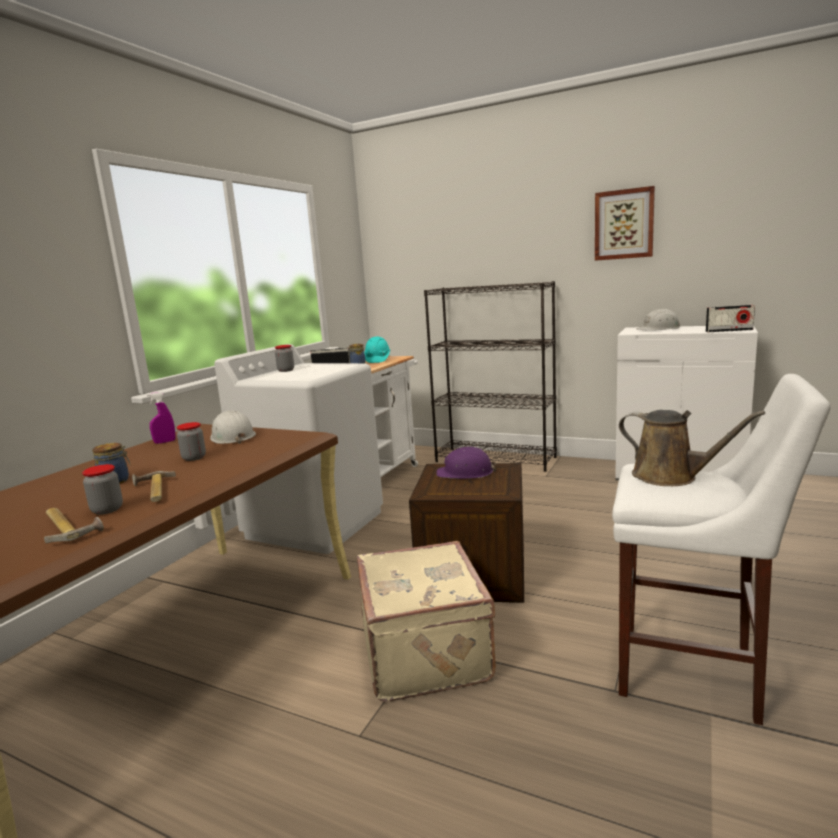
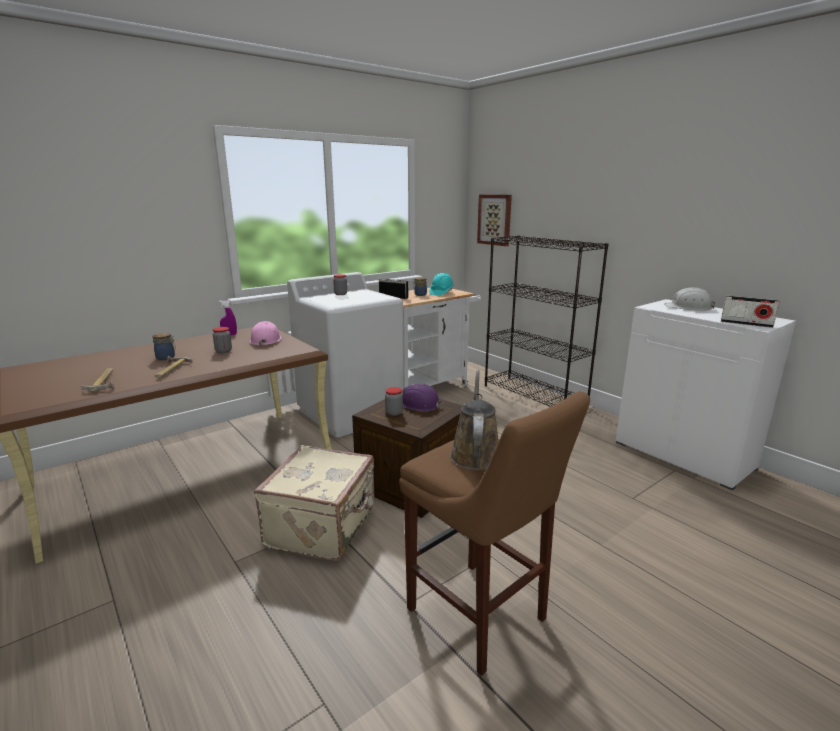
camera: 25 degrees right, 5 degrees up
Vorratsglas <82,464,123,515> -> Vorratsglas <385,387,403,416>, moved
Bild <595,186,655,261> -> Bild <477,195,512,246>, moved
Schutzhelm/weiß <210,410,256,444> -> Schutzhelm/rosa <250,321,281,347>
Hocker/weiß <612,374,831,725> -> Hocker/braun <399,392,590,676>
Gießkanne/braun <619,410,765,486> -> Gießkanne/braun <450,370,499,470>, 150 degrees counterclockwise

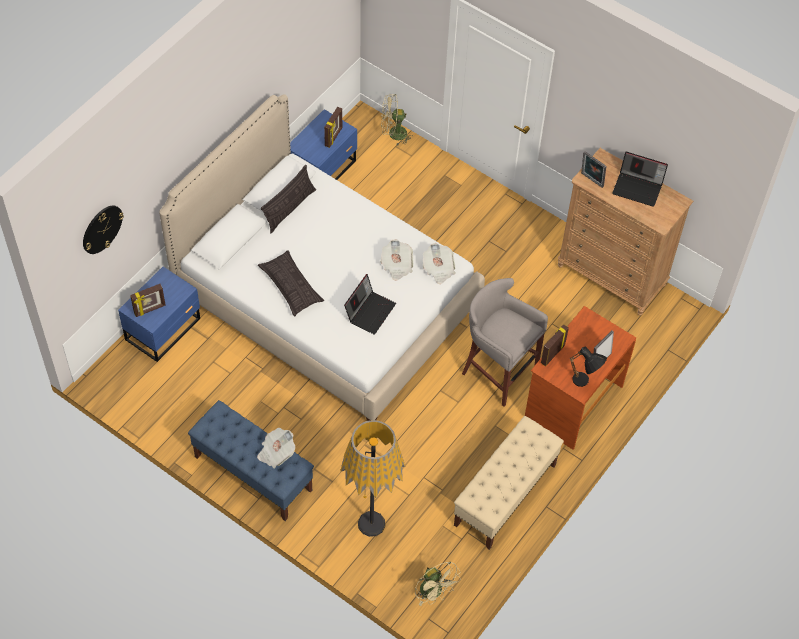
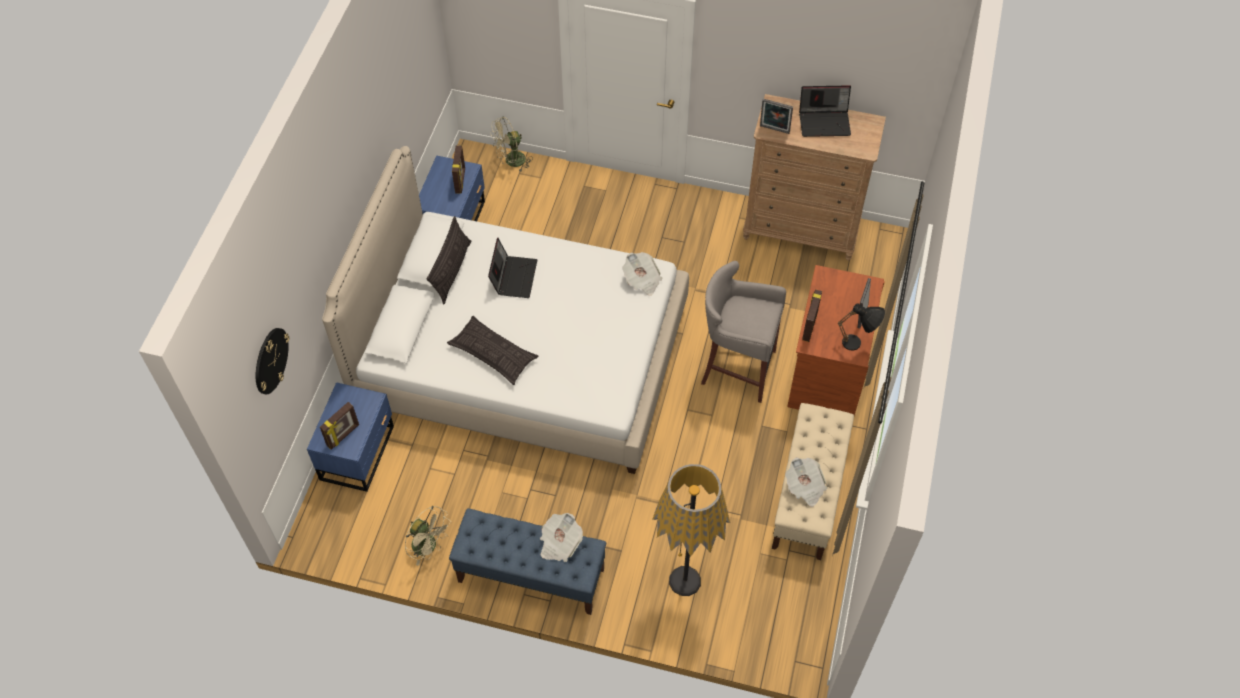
camera: 20 degrees left, 0 degrees up
Laptop <344,274,396,334> -> Laptop <488,238,537,298>, moved
Zeitung <380,239,413,281> -> Zeitung <785,457,827,507>, moved
Ventilator/beige <415,561,461,606> -> Ventilator/beige <405,506,450,566>, moved

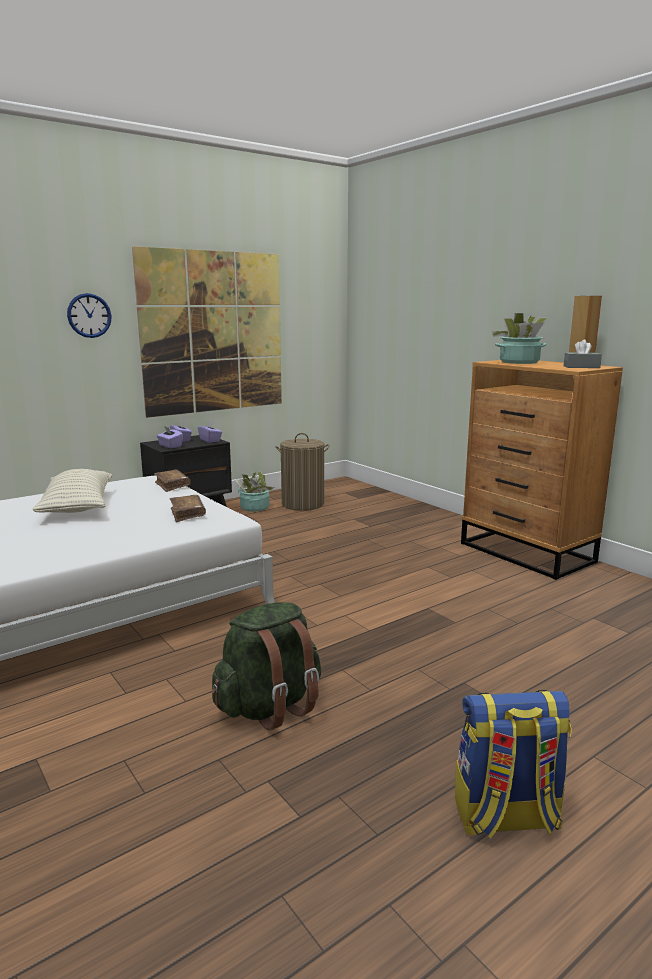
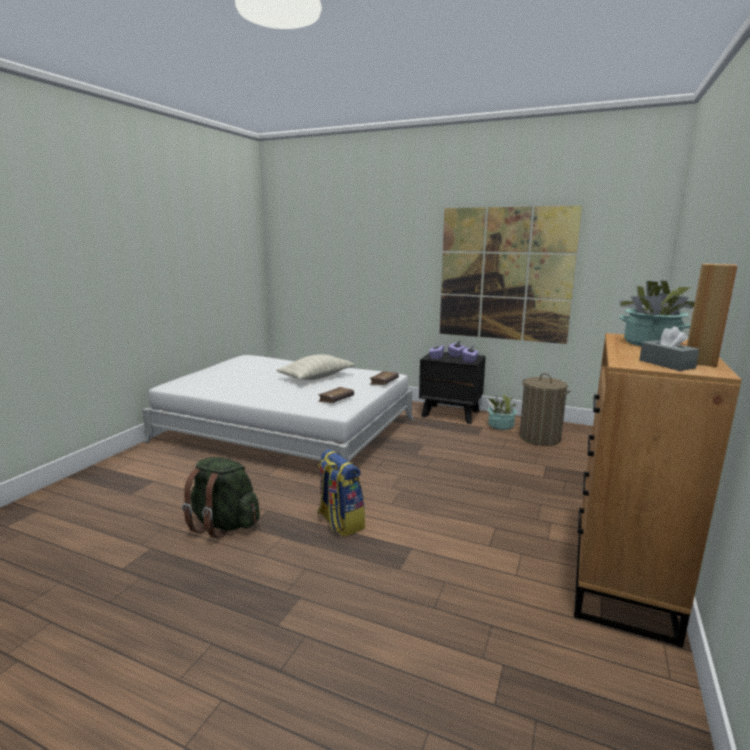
camera: 60 degrees right, 0 degrees up
Wanduhr <67,293,112,338> -> none
Rucksack <455,690,572,838> -> Rucksack <317,449,365,537>, moved

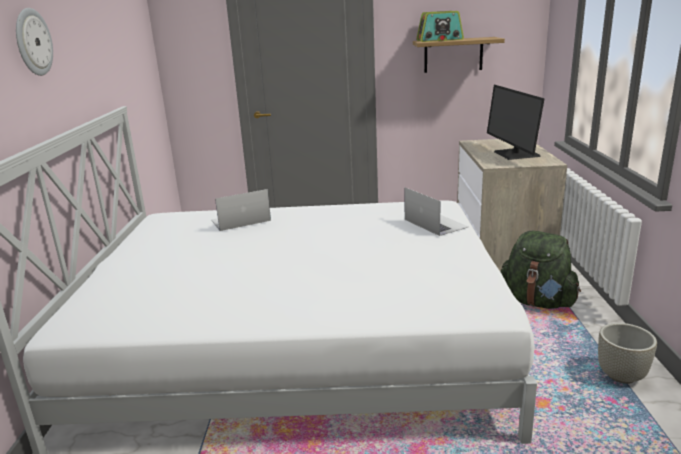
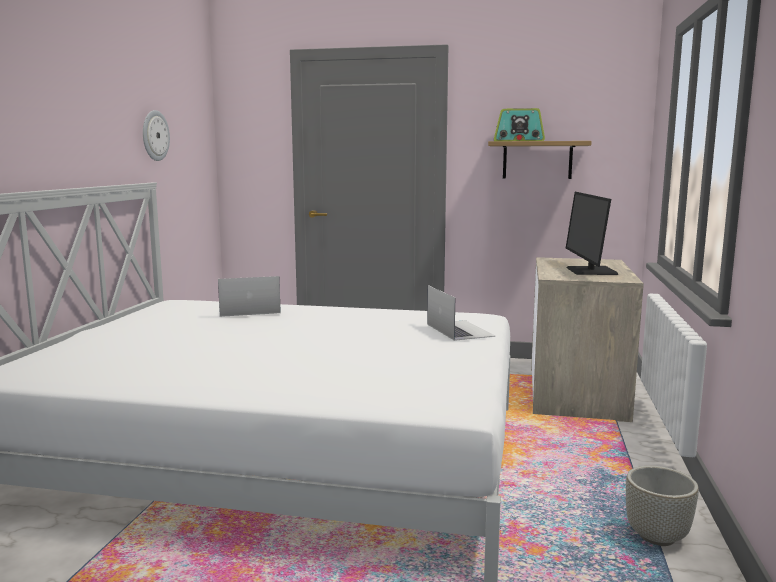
camera: 10 degrees right, 10 degrees down
Rucksack/grün <501,231,581,309> -> none
Wanduhr <16,8,53,76> -> Wanduhr <143,110,170,161>, moved

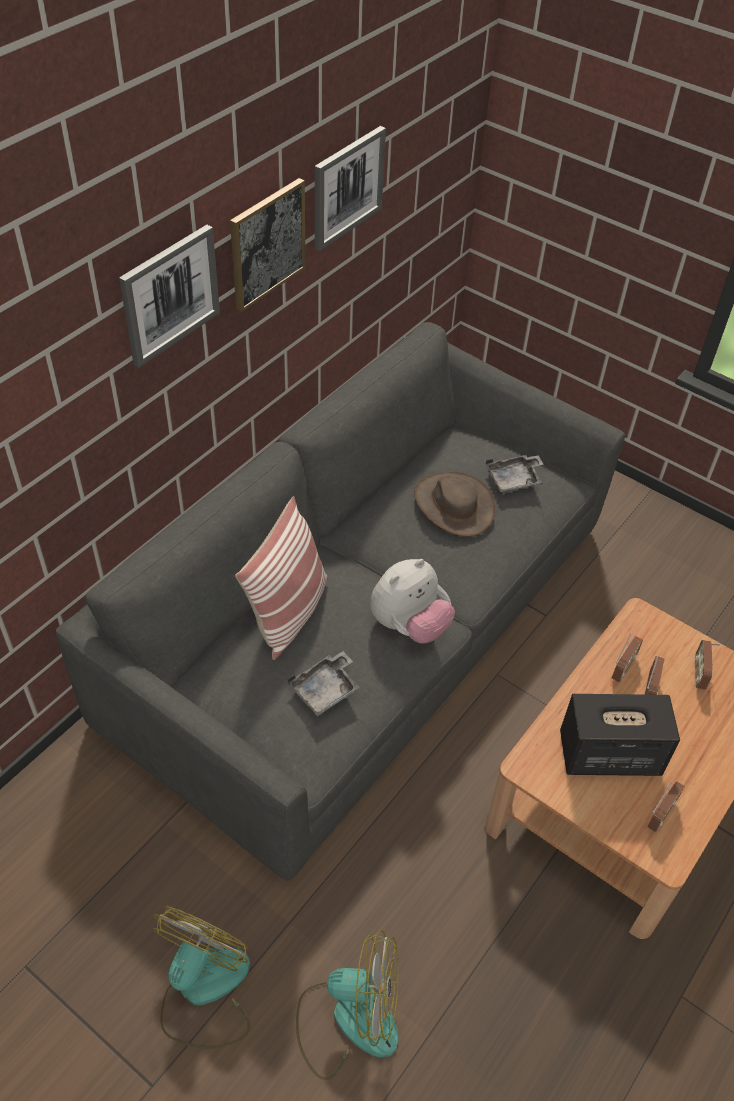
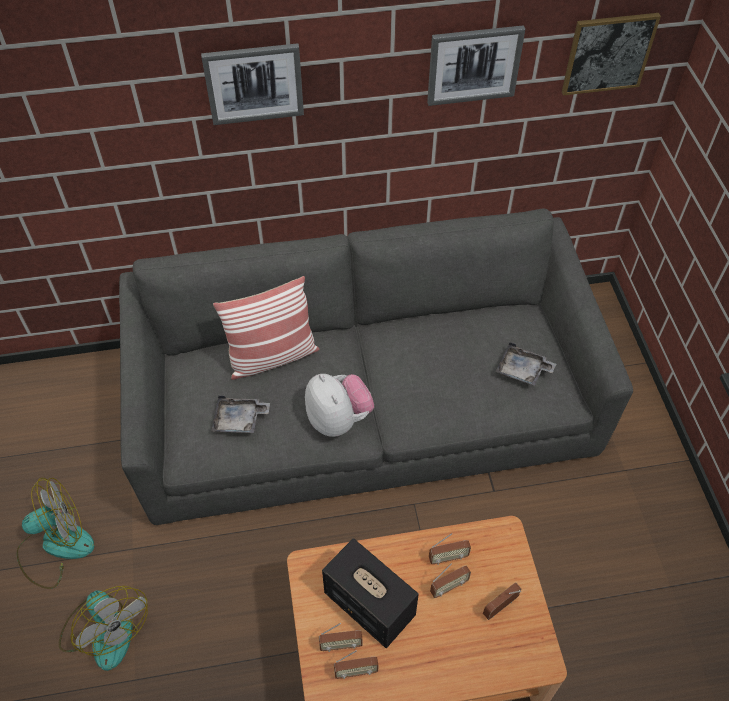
camera: 45 degrees right, 5 degrees up
Hut/braun <414,472,495,537> -> none
none -> Radio <319,623,363,652>
Bild <230,178,306,312> -> Bild <562,13,661,95>, moved
Plüschtier <370,559,455,643> -> Plüschtier <305,374,374,437>, 120 degrees counterclockwise

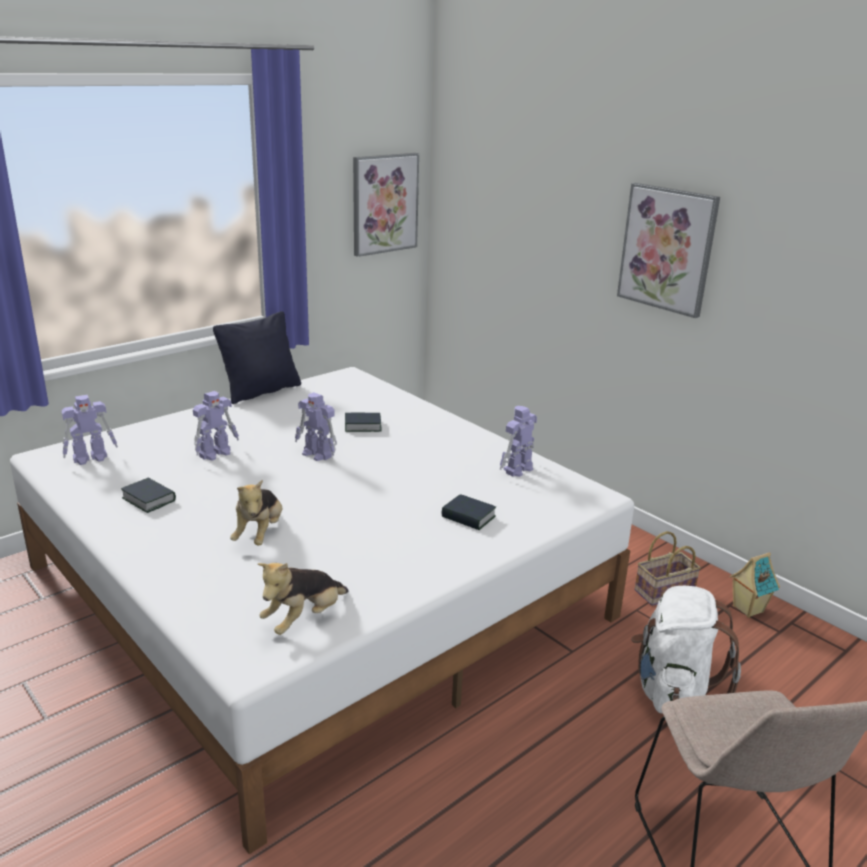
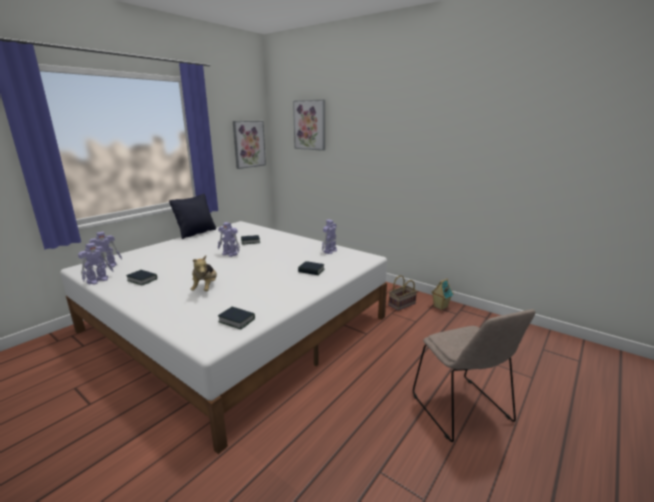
camera: 10 degrees left, 5 degrees down
Rucksack/weiß <631,586,741,714> -> none
Spielzeugroboter <193,391,239,461> -> Spielzeugroboter <78,243,114,285>, moved
Bild <617,183,720,318> -> Bild <293,100,325,151>, moved
Plüschtier <258,563,349,635> -> Buch <218,307,255,329>

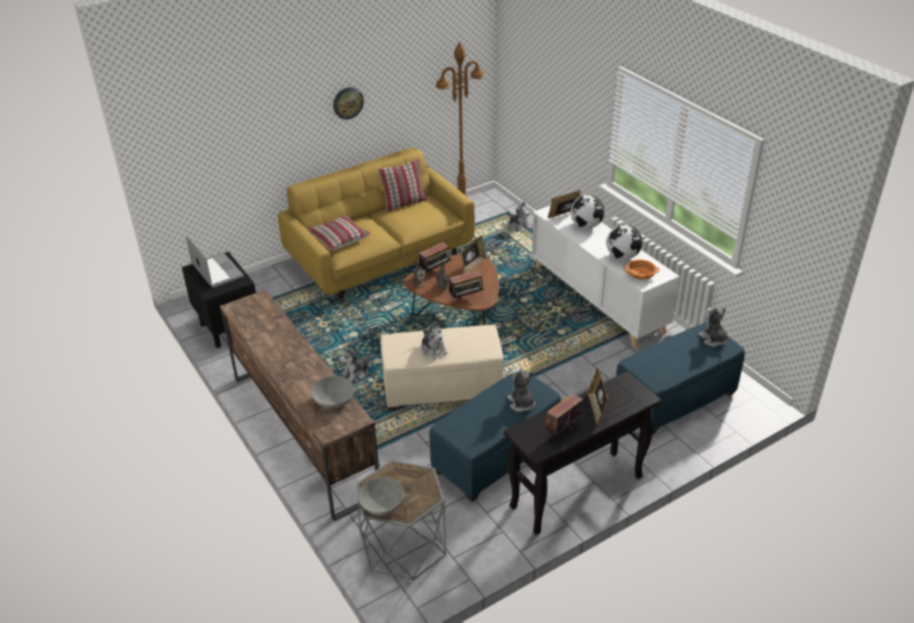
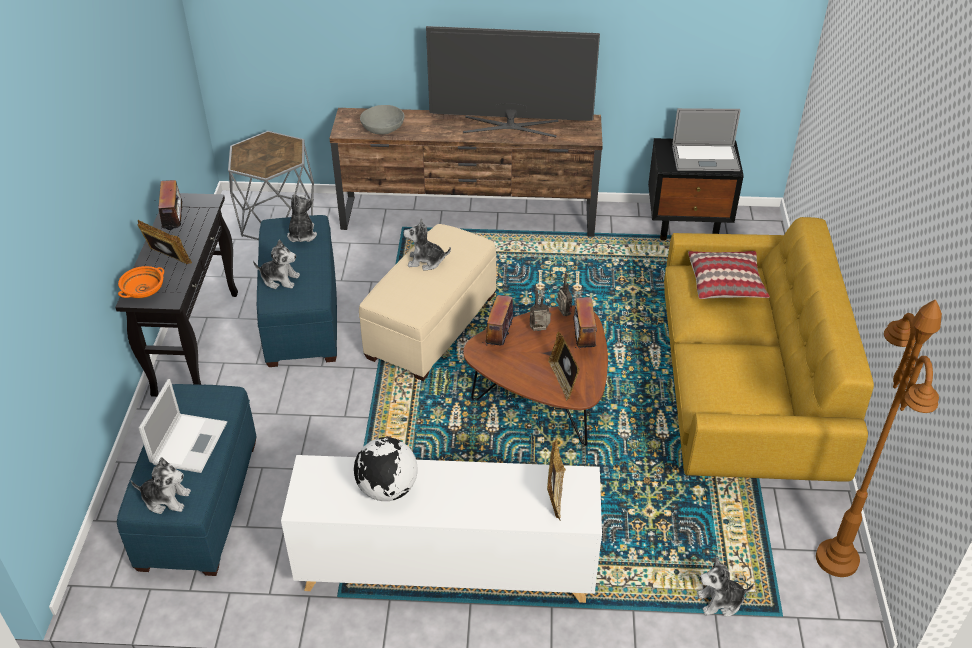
camera: 125 degrees right, 5 degrees up
Wanduhr <333,87,364,120> -> none
Schüssel/grau <358,477,404,516> -> none
Kissen <378,158,427,212> -> none
Globus <571,195,604,229> -> none
none -> Laptop <139,379,227,473>
none -> Fernseher <426,26,600,137>
Plüschtier <339,345,370,381> -> Plüschtier <287,194,317,242>, moved
Schüssel/orange <623,260,660,280> -> Schüssel/orange <118,266,164,298>, moved

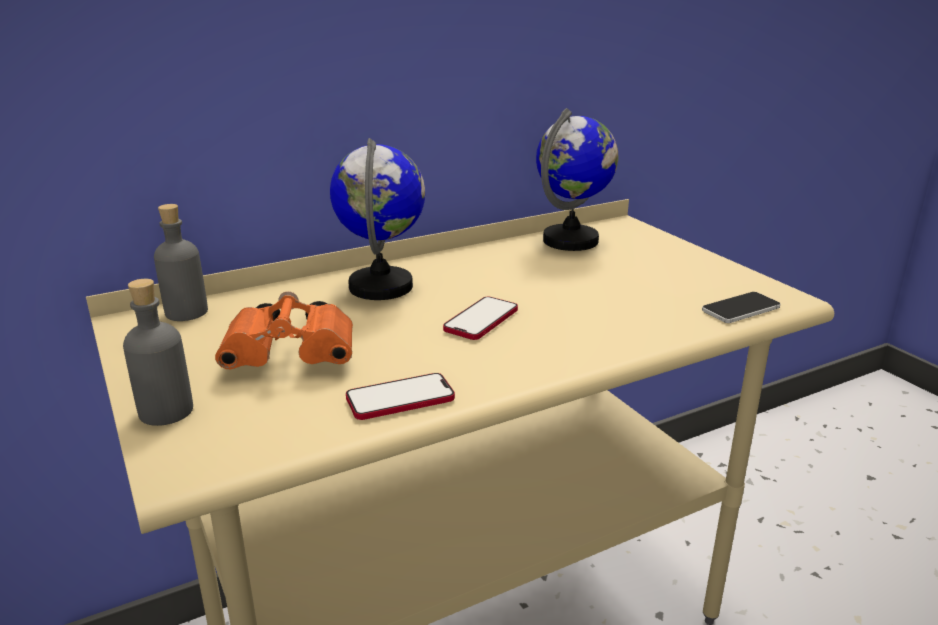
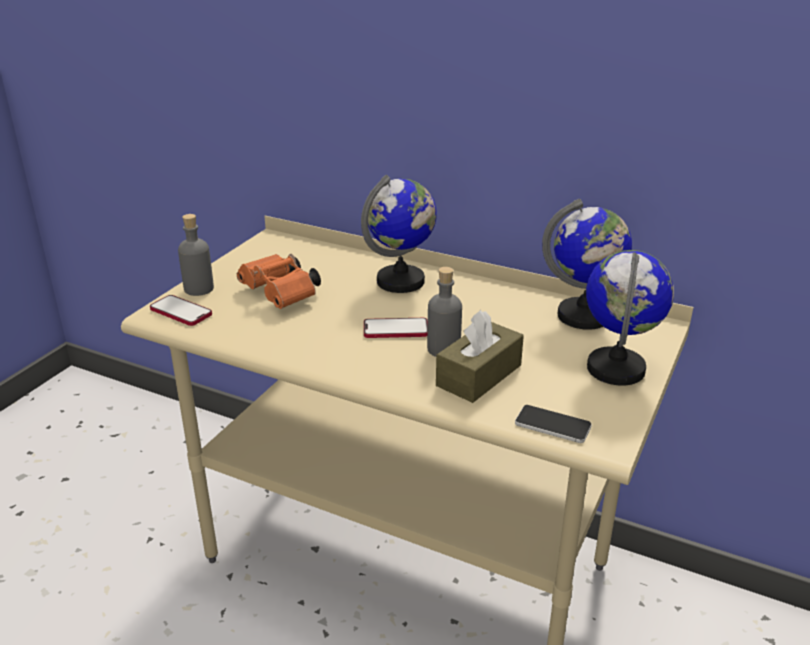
camera: 55 degrees right, 5 degrees up
none -> Taschentuchbox/braun <436,310,524,403>
none -> Globus <586,250,674,385>
Flasche/grau <154,204,208,321> -> Flasche/grau <427,267,462,357>, moved
Handy <346,373,455,420> -> Handy <150,295,212,326>, moved

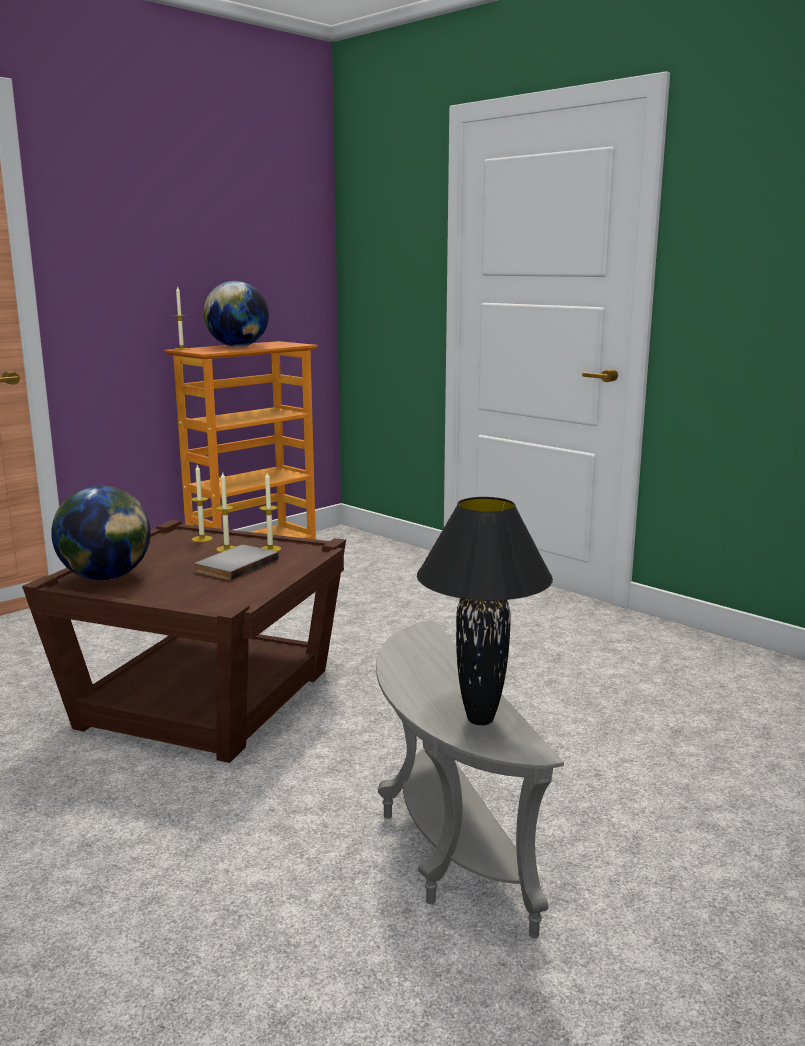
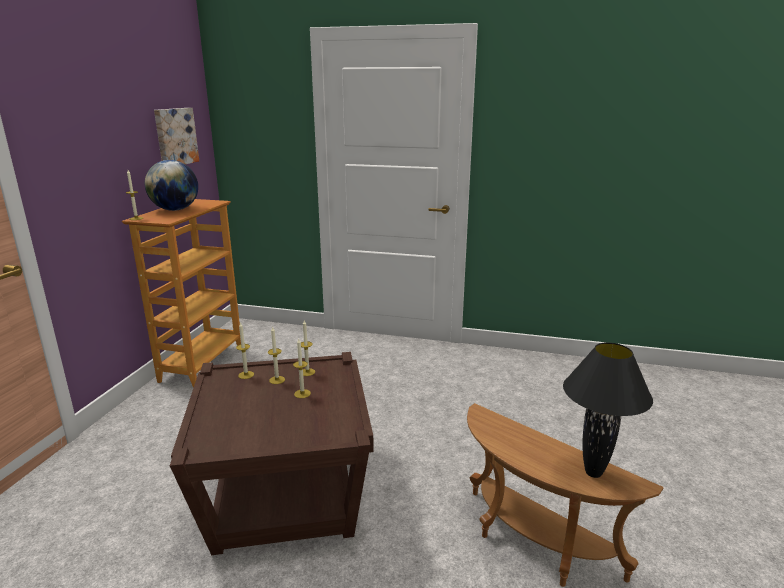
camera: 30 degrees left, 5 degrees up
Globus <51,486,151,580> -> none
none -> Bild <154,108,199,164>
Buch/grau <195,545,279,580> -> Kerze <293,339,311,398>
Beistelltisch/grau <376,620,564,938> -> Beistelltisch/braun <467,403,664,587>

